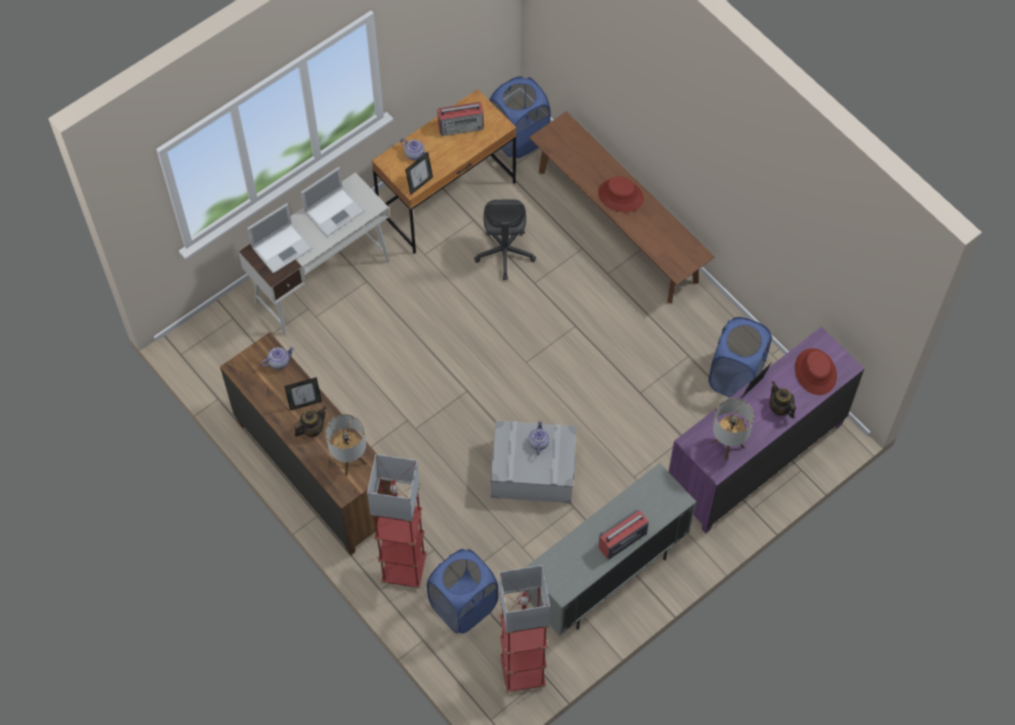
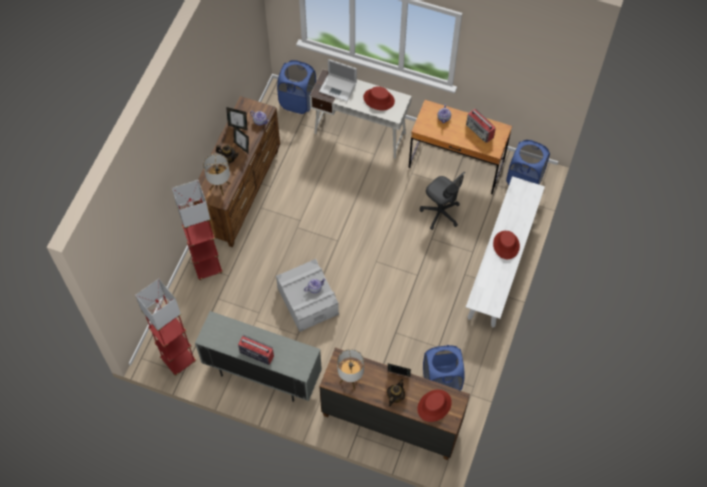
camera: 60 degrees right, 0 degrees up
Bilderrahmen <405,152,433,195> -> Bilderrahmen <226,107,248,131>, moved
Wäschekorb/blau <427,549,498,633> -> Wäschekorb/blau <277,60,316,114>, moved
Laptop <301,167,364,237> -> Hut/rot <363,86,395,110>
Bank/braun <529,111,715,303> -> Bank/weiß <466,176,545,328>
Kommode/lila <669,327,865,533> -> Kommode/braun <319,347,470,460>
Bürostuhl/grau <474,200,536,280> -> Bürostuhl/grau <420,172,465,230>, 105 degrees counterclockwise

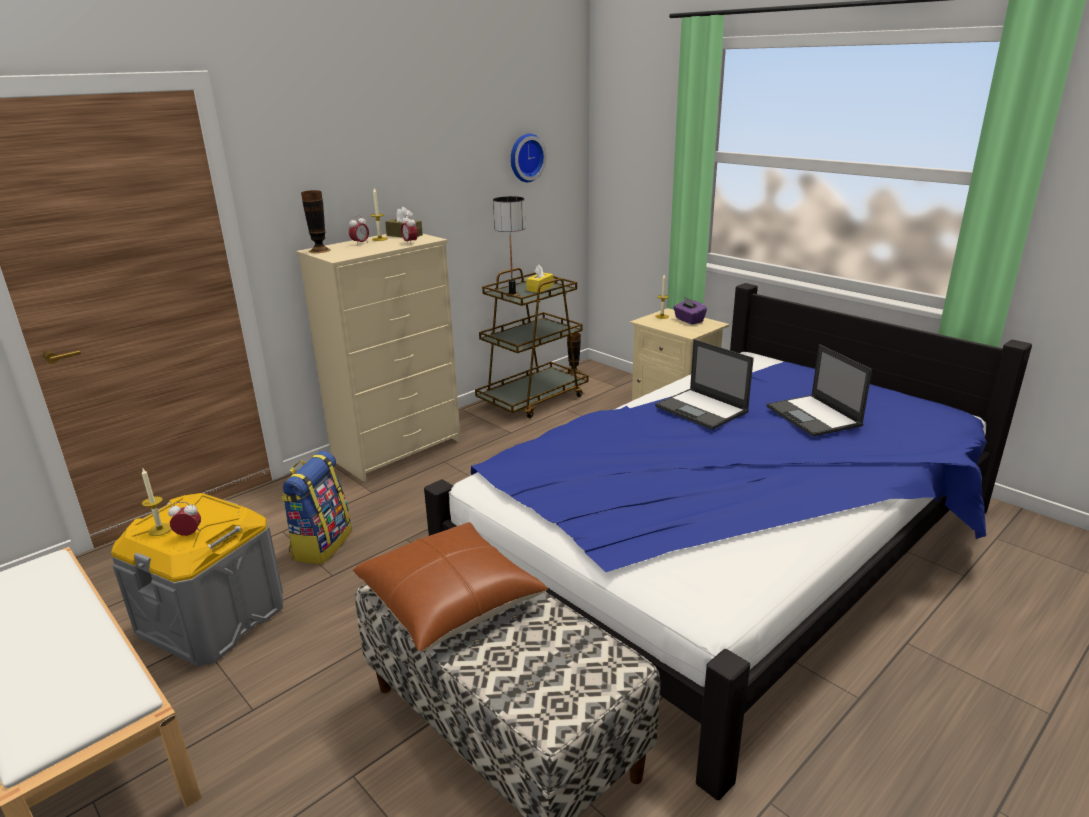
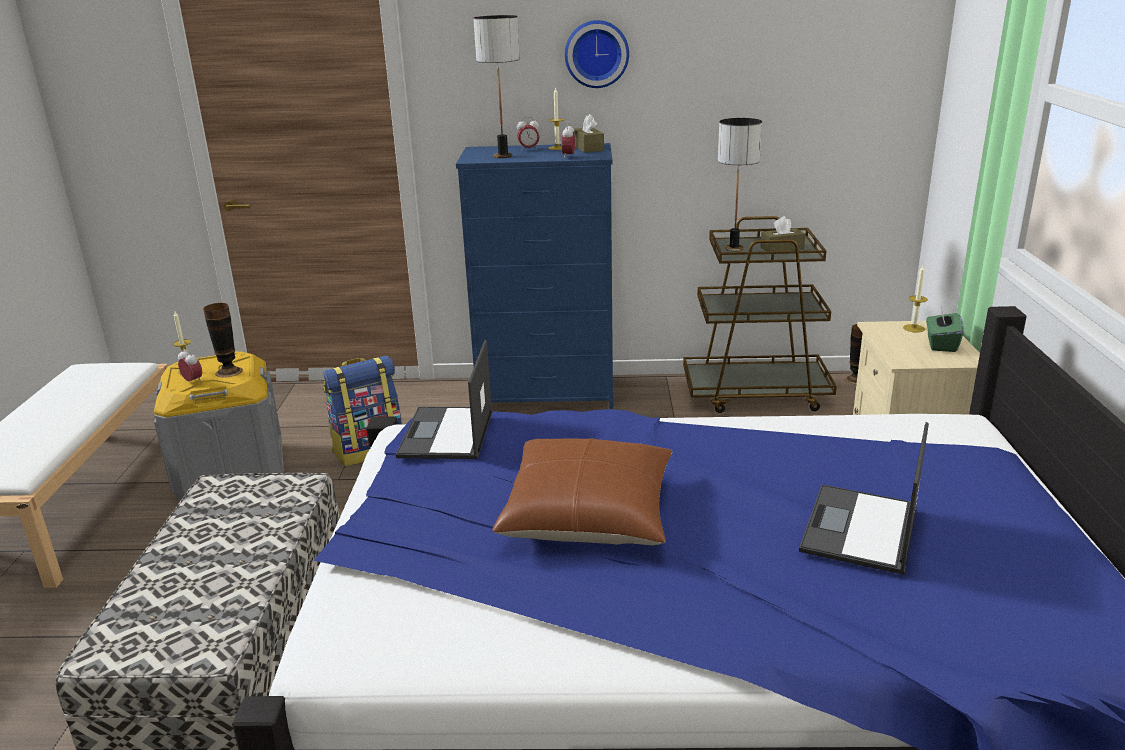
camera: 45 degrees right, 0 degrees up
none -> Tischlampe <473,15,520,158>
Vase <301,190,331,253> -> Vase <203,303,243,378>, moved
Kissen/braun <353,522,548,651> -> Kissen/braun <493,438,673,545>, moved
Wanduhr <511,134,547,182> -> Wanduhr <565,20,629,88>, moved
Laptop <655,339,754,430> -> Laptop <396,340,493,459>, moved
Kommode/beige <296,234,461,482> -> Kommode/blau <456,143,613,409>
Taschentuchbox/gelb <526,265,554,293> -> Taschentuchbox/braun <760,216,806,251>
Taschentuchbox/lila <673,297,707,324> -> Taschentuchbox/grün <926,306,964,352>

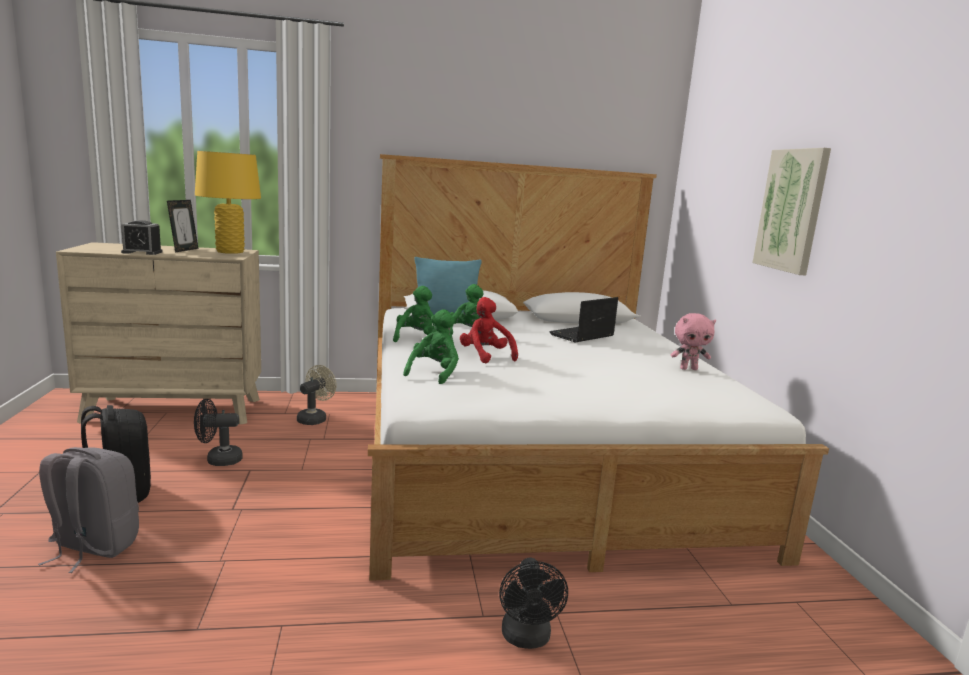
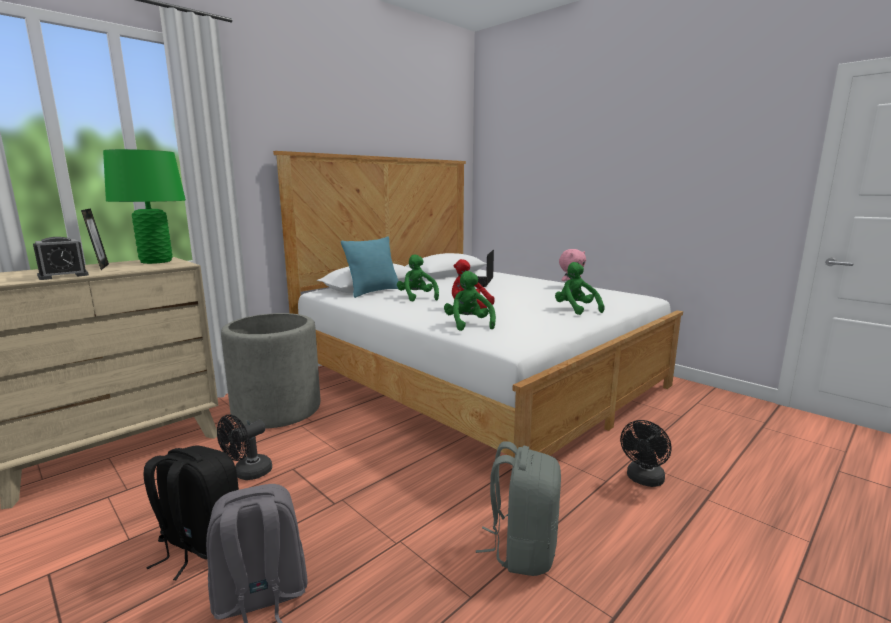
camera: 35 degrees left, 0 degrees up
Bild <752,148,831,275> -> none
none -> Rucksack/grau <476,441,561,576>
Plüschtier/grün <393,286,437,347> -> Plüschtier/grün <555,262,605,315>, moved
Ventilator/beige <297,365,337,425> -> Pflanzkübel/grau <221,313,320,429>
Tischlampe/gelb <195,151,261,254> -> Tischlampe/grün <103,149,186,264>
Ventilator/schwarz <499,558,568,649> -> Ventilator/schwarz <620,420,671,487>, 75 degrees clockwise

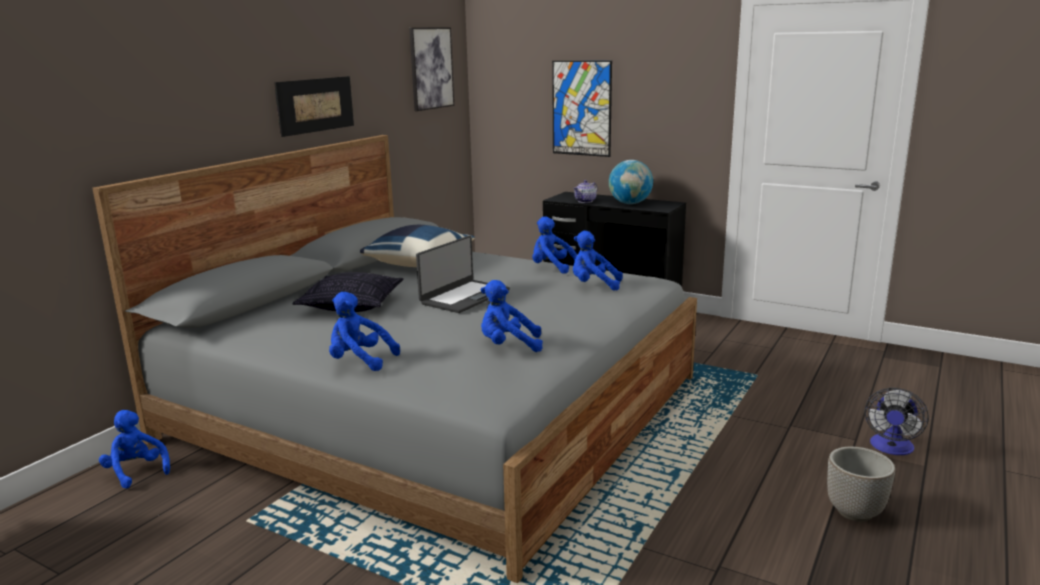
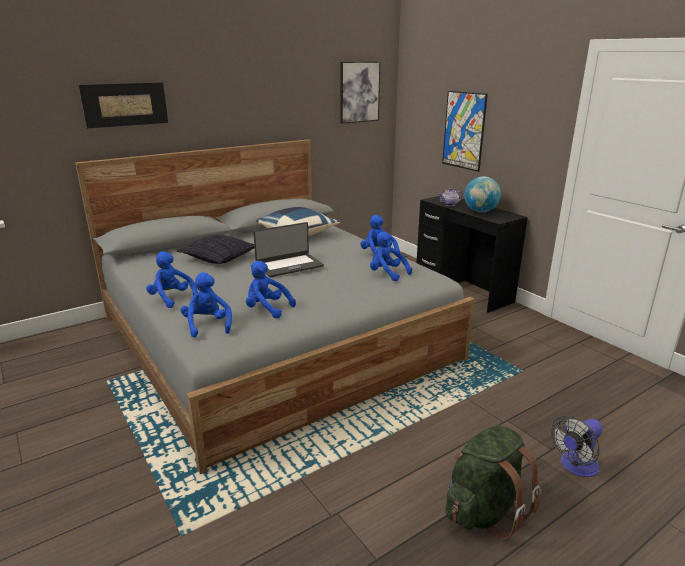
camera: 25 degrees right, 5 degrees up
Plüschtier/blau <99,410,170,489> -> Plüschtier/blau <181,272,232,337>, moved
Bild <274,76,354,137> -> Bild <79,83,168,128>, moved
Pflanzkübel <827,447,895,522> -> Rucksack/grün <445,425,541,539>

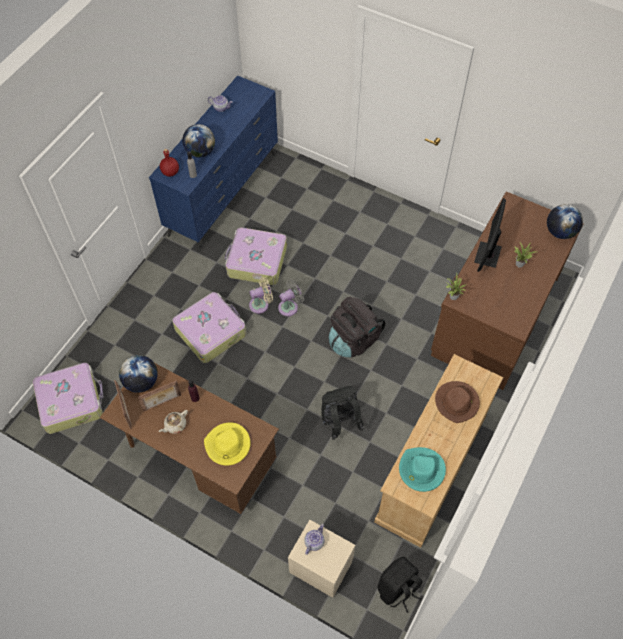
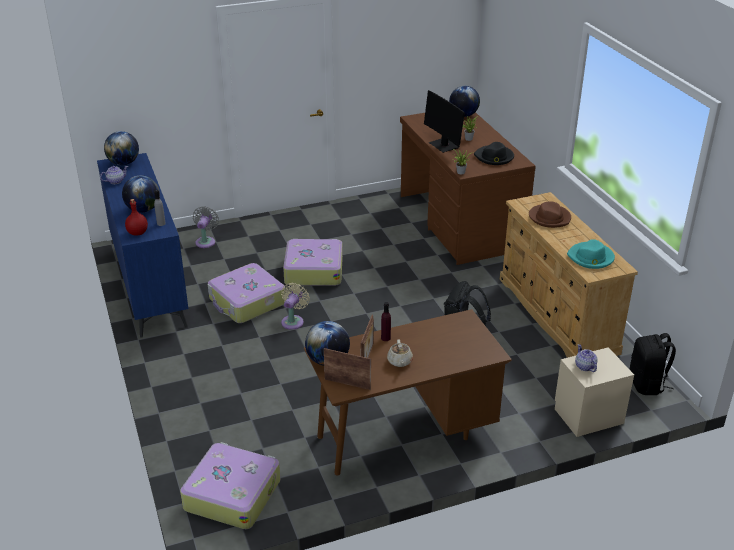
camera: 50 degrees left, 25 degrees down
Hut/gelb <204,422,251,466> -> none
Rucksack/schwarz <329,297,385,357> -> none
none -> Globus <104,131,139,166>
none -> Hut/schwarz <474,142,514,165>
Koffer <172,292,246,363> -> Koffer <283,239,343,286>, moved
Ventilator/grau <278,279,304,316> -> Ventilator/grau <193,206,219,248>, moved

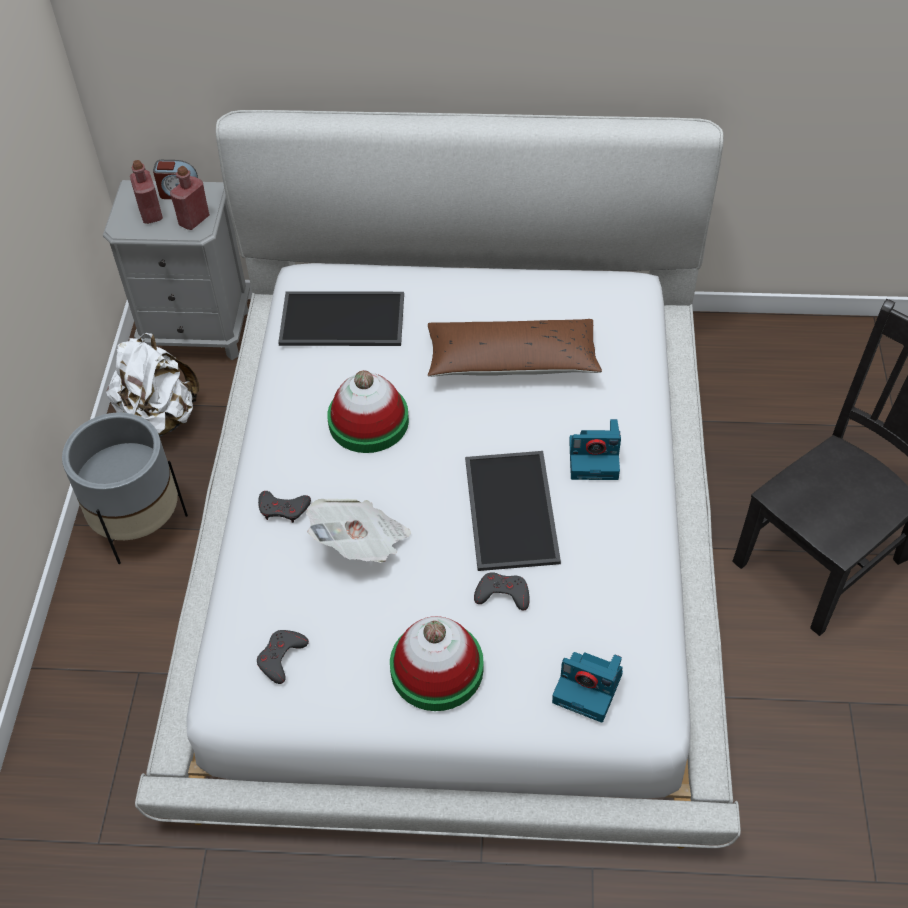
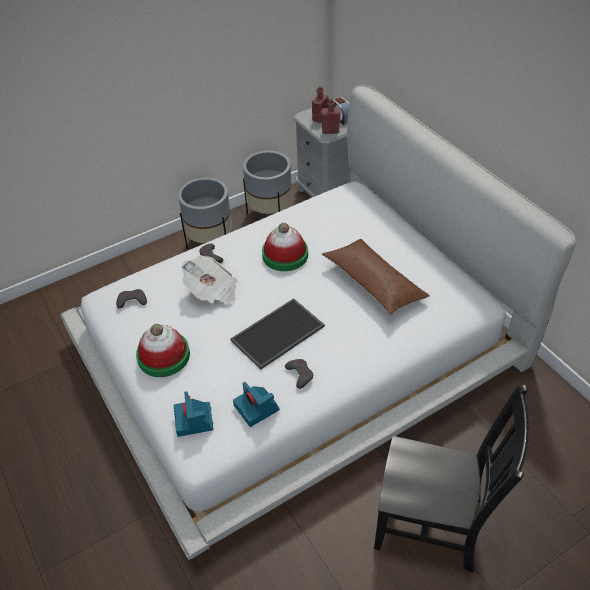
camera: 55 degrees right, 5 degrees down
Tablett <278,291,404,346> -> none
Gamepad/grau <474,572,530,610> -> Gamepad/grau <285,359,313,389>, moved
Kamera <569,419,621,480> -> Kamera <233,382,280,427>, moved
Rucksack/weiß <106,333,199,437> -> Pflanzkübel/grau <243,151,292,214>

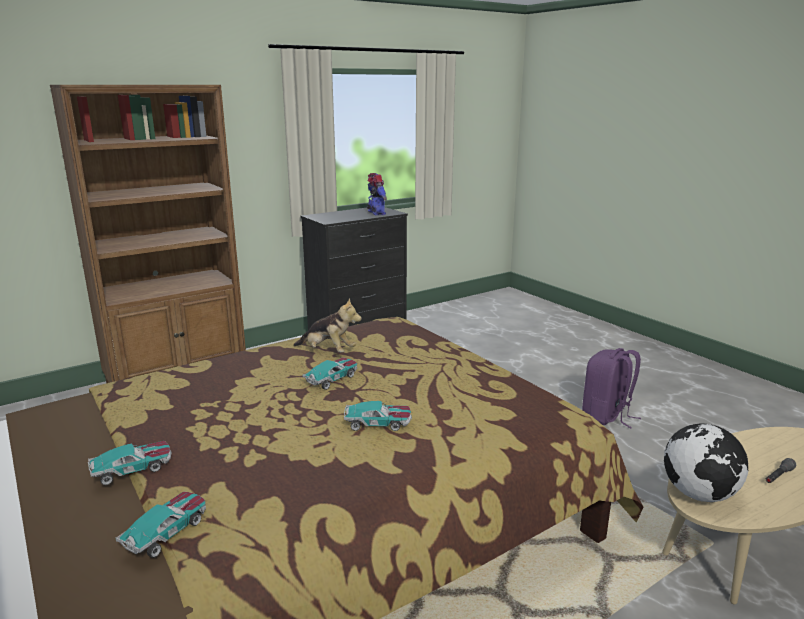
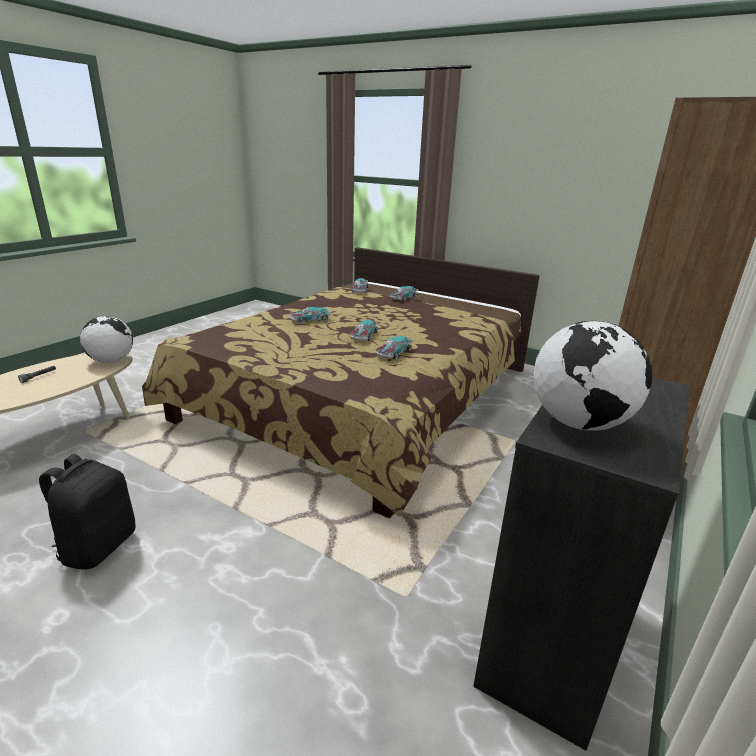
camera: 155 degrees right, 5 degrees up
Plüschtier <293,298,362,353> -> Spielzeugauto <376,336,413,360>
Spielzeugroboter <366,173,387,215> -> Globus <533,321,652,431>
Rucksack/lila <582,348,641,428> -> Rucksack/schwarz <39,454,135,570>

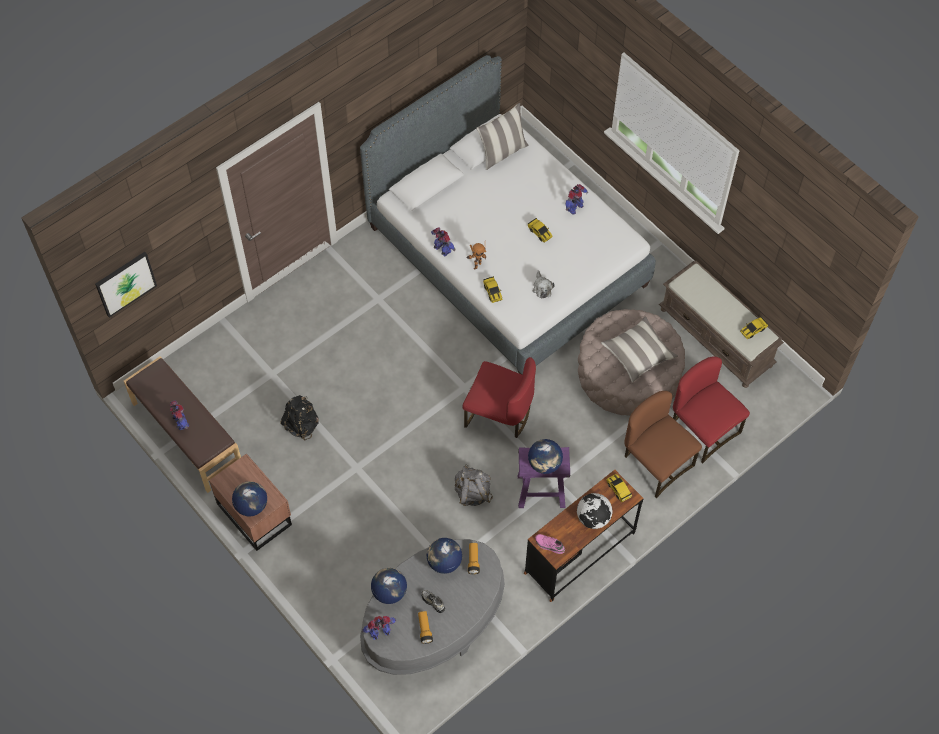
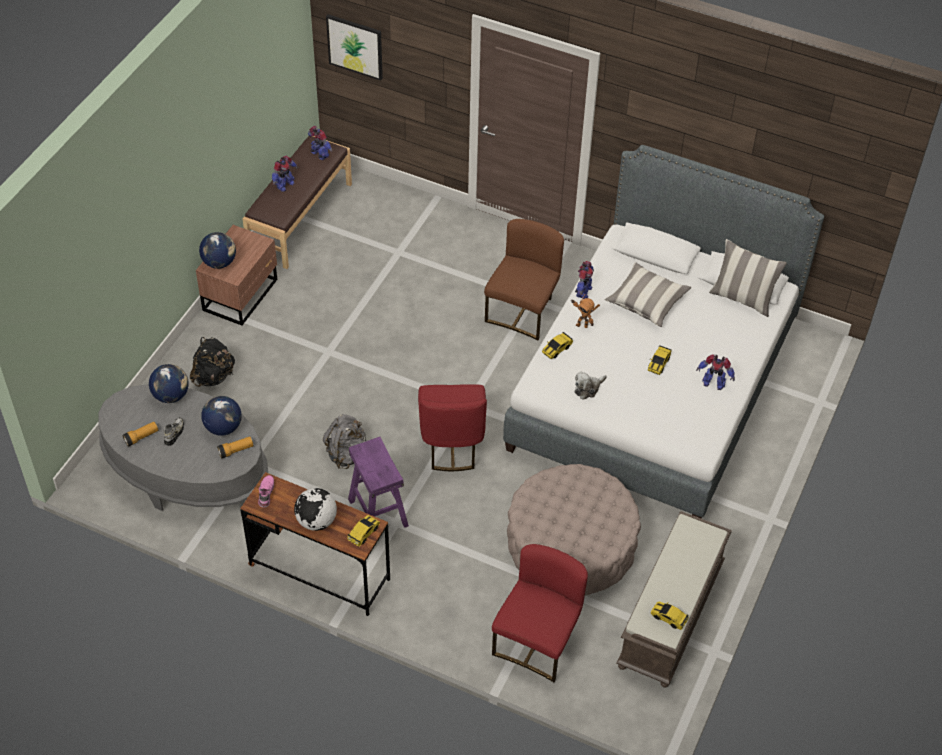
camera: 65 degrees right, 10 degrees down
Globus <528,439,563,474> -> none
Rucksack/schwarz <280,395,319,441> -> Rucksack/schwarz <190,337,235,387>, moved
Spielzeugroboter <362,616,397,640> -> Spielzeugroboter <308,126,333,160>, moved
Kissen <601,316,678,383> -> Kissen <605,262,691,327>, moved
Stuhl/braun <624,391,702,498> -> Stuhl/braun <484,219,564,340>, moved

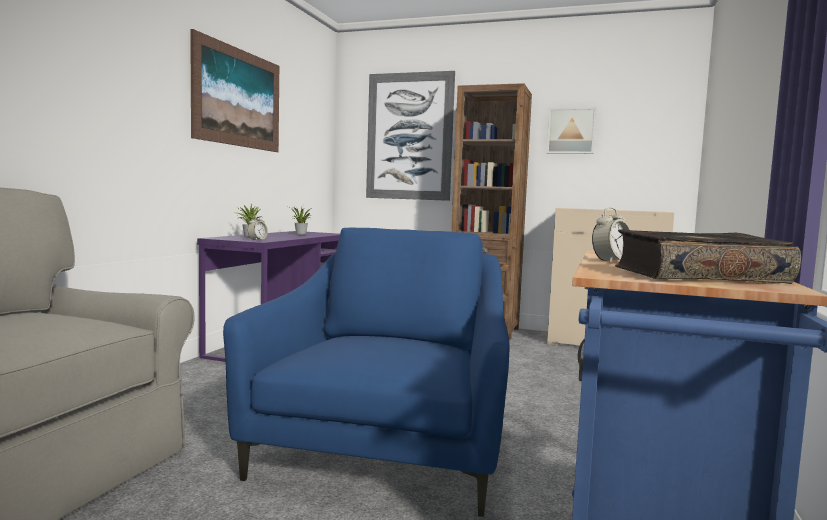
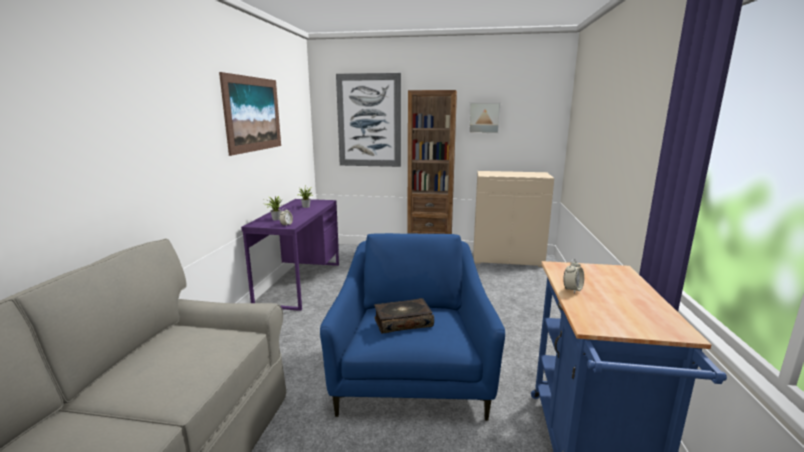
camera: 10 degrees left, 10 degrees up
Buch <615,229,801,284> -> Buch <374,298,434,333>, moved

